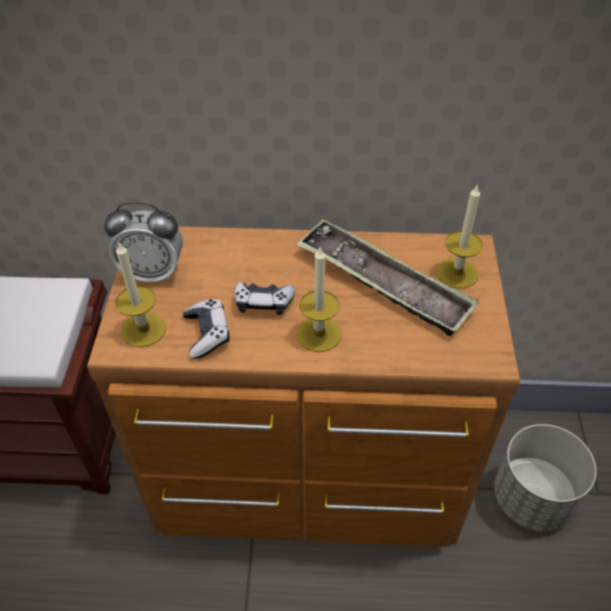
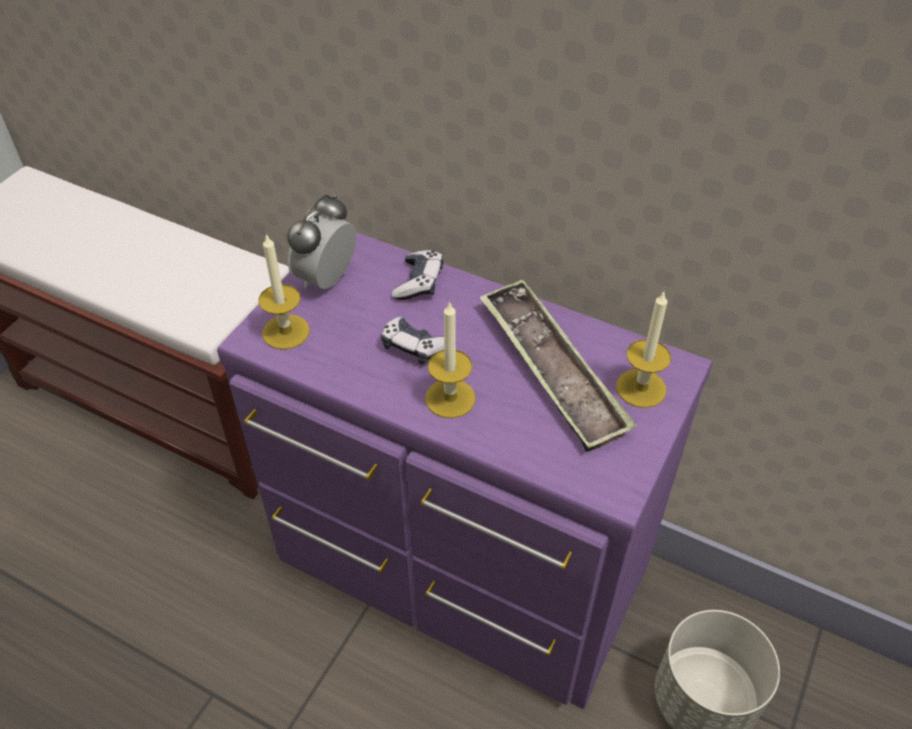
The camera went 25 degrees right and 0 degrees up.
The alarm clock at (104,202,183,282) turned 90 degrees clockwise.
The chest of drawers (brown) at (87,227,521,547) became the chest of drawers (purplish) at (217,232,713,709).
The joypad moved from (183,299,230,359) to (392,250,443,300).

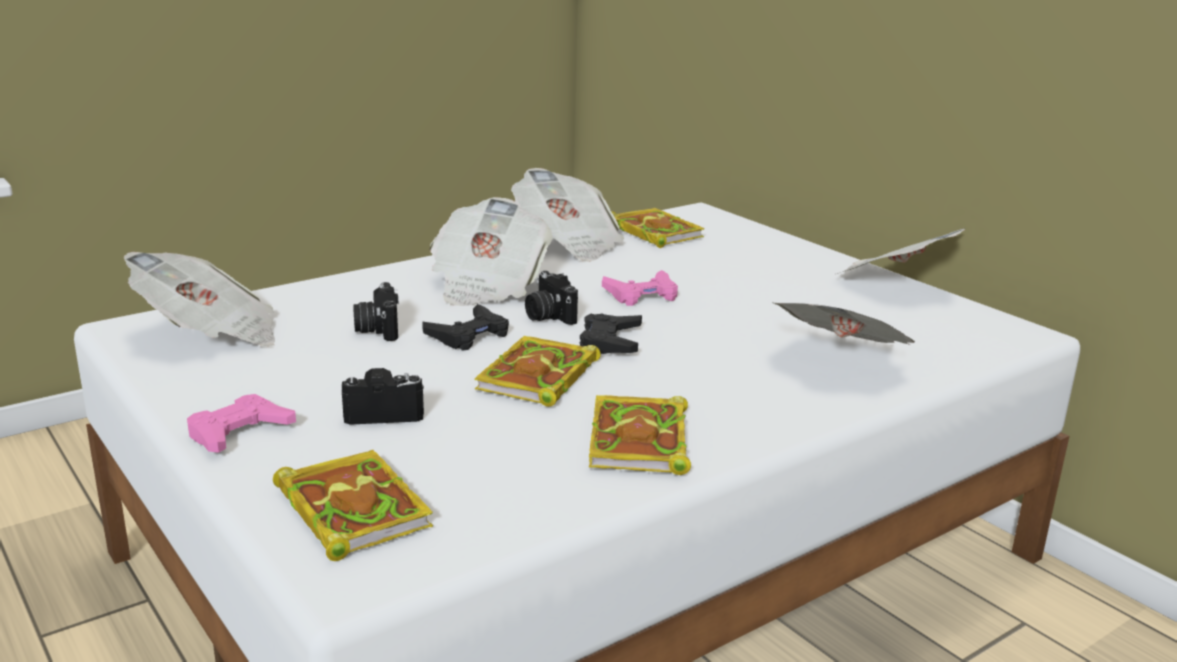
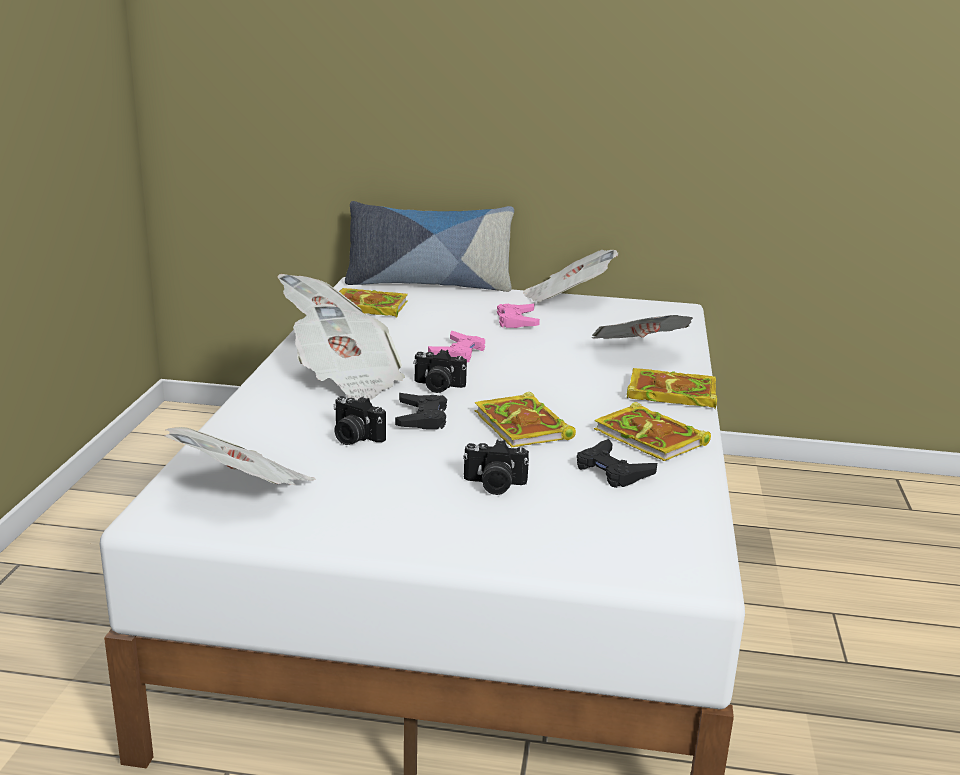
The camera went 45 degrees left and 0 degrees up.
The joypad (black) moved from (580,314,642,354) to (577,439,657,488).
The still camera at (341,368,424,425) turned 120 degrees counterclockwise.
The joypad (pink) moved from (187,394,296,453) to (497,303,540,328).
The bound book moved from (273,450,433,561) to (627,368,717,409).
The pillow at (345,201,514,292) appeared.

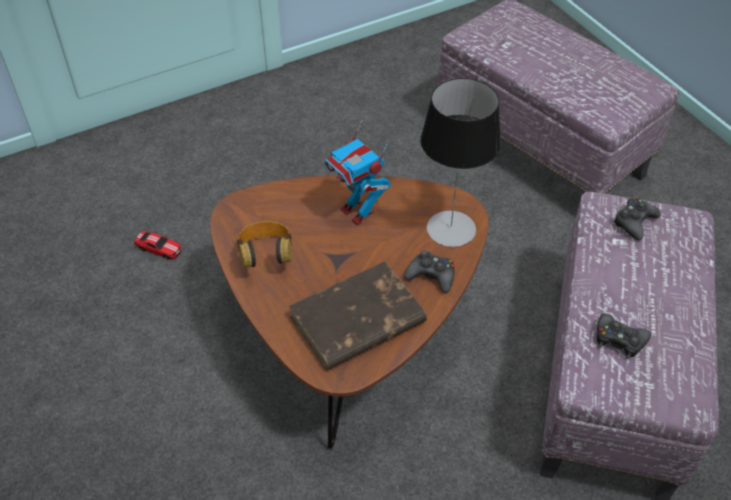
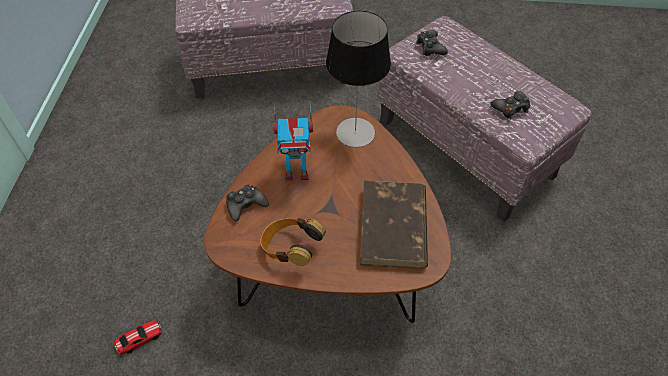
The camera went 55 degrees left and 5 degrees up.
The joypad (black) moved from (404,251,455,293) to (226,184,269,222).

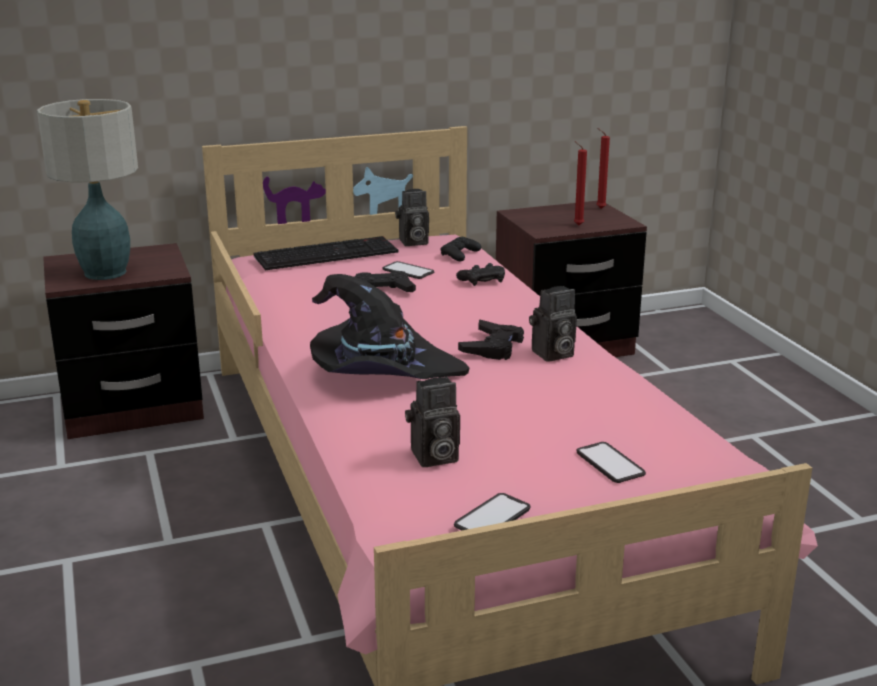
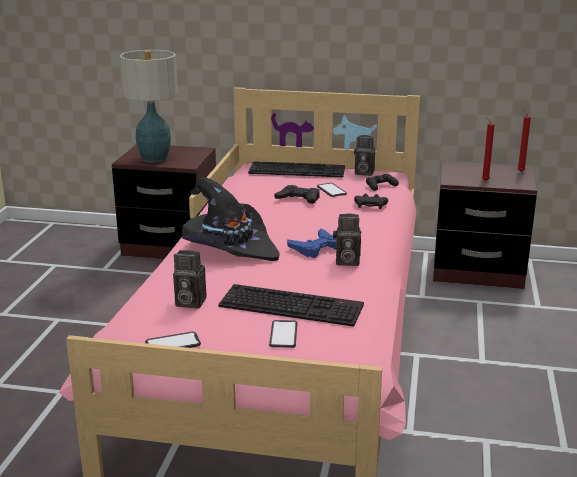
The camera went 30 degrees right and 0 degrees up.
The joypad (black) at (458,319,524,360) became the joypad (bluish) at (287,229,336,258).
The computer keyboard at (218,284,364,327) appeared.

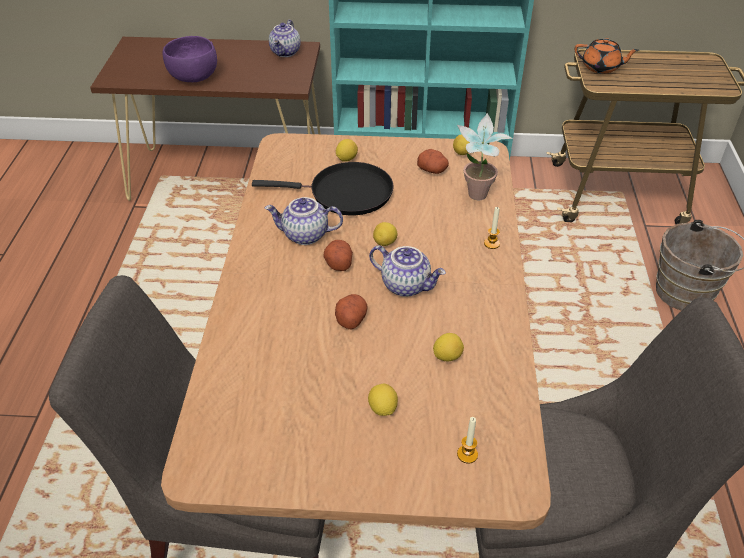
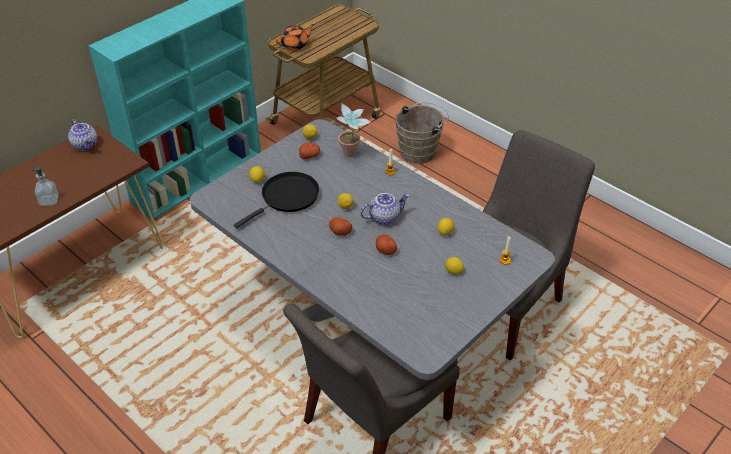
The camera went 50 degrees left and 0 degrees up.
The bowl (purplish) at (163,36,217,82) was replaced by the liquid soap bottle at (31,167,59,206).
The dinner table (brown) at (161,133,551,530) became the dinner table (gray) at (190,119,555,380).
The pot for tea at (265,197,343,245) disappeared.

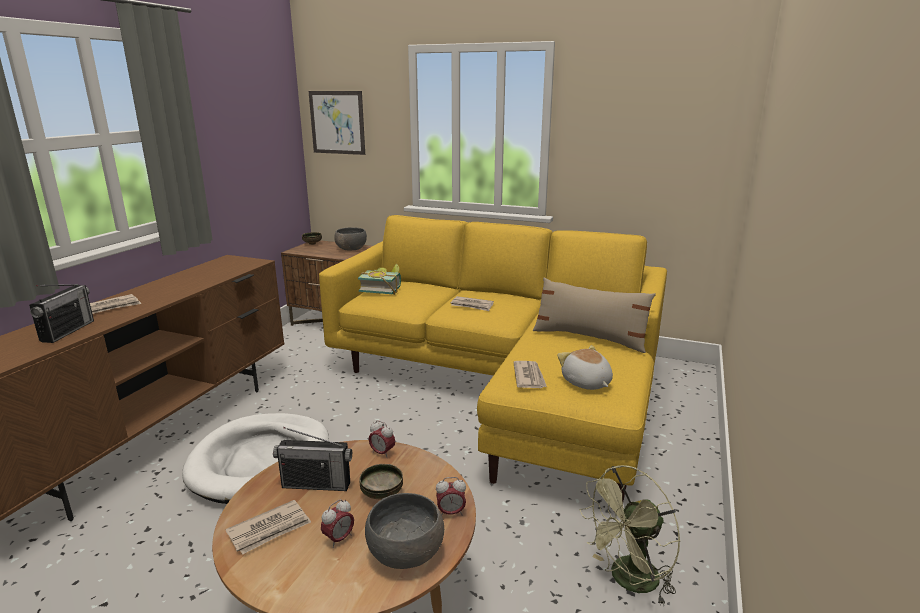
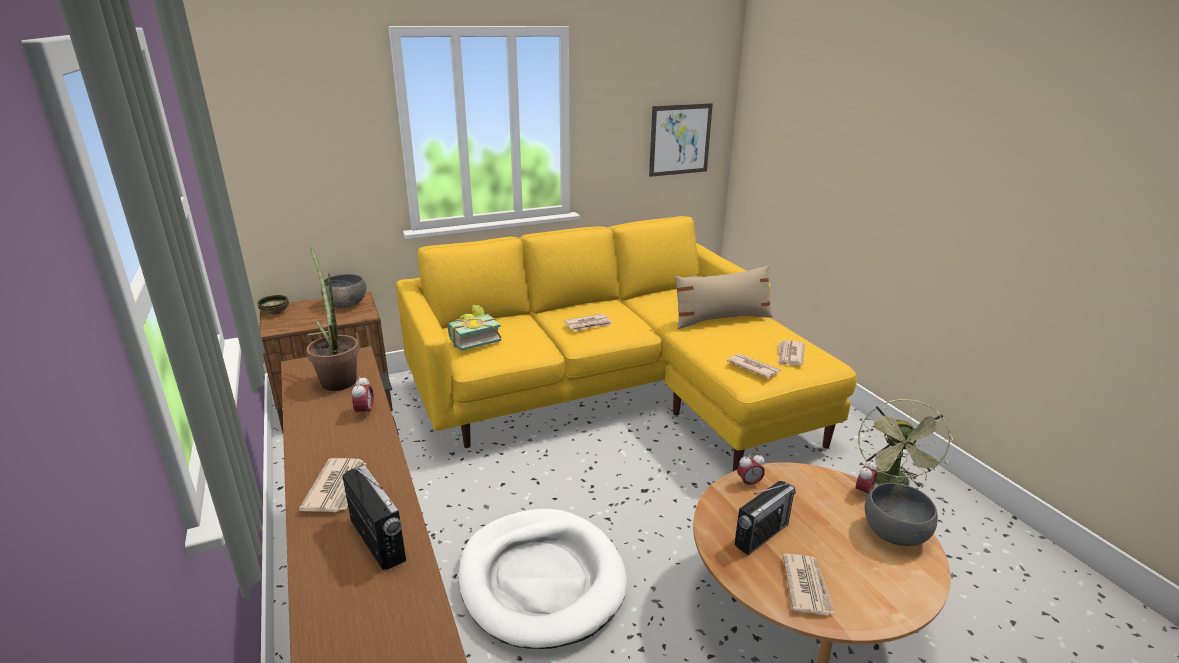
The camera went 45 degrees left and 5 degrees up.
The wall picture moved from (309,91,365,155) to (649,103,713,177).
The soft toy at (557,345,613,390) was replaced by the printed paper at (778,340,805,366).
The bowl at (360,464,403,499) disappeared.
The alarm clock moved from (321,499,354,548) to (352,376,374,418).
The houseplant at (306,248,359,391) appeared.

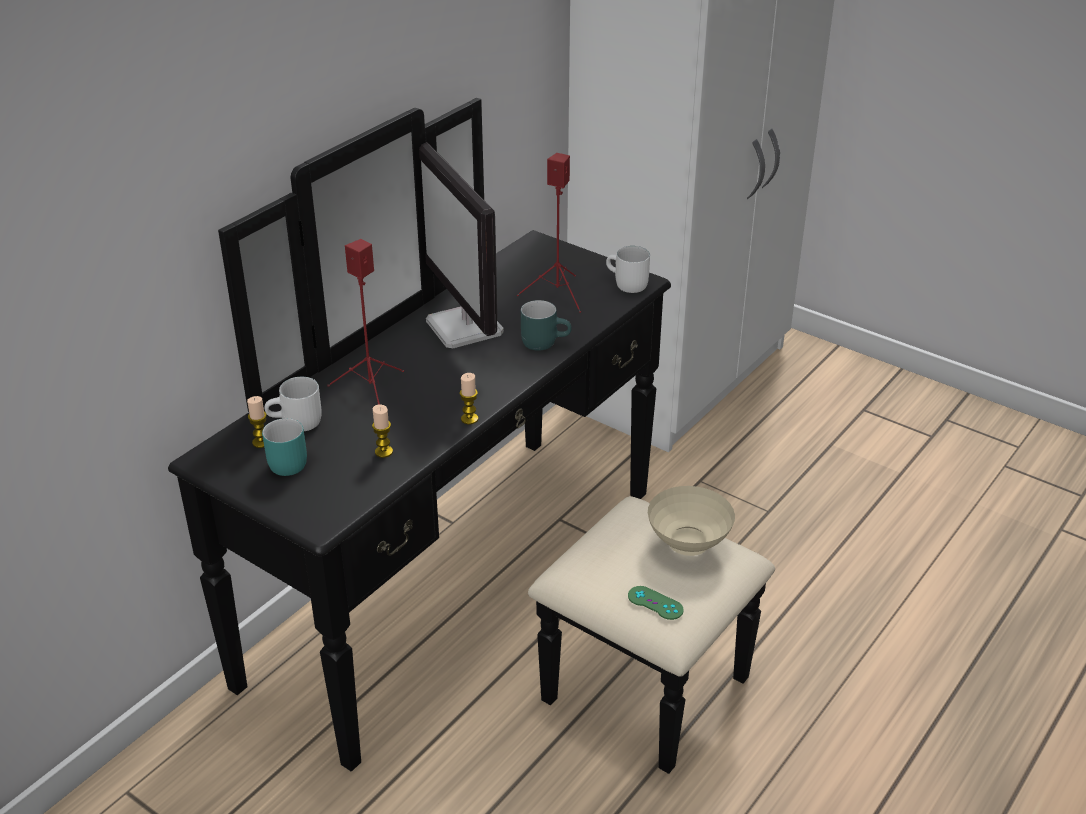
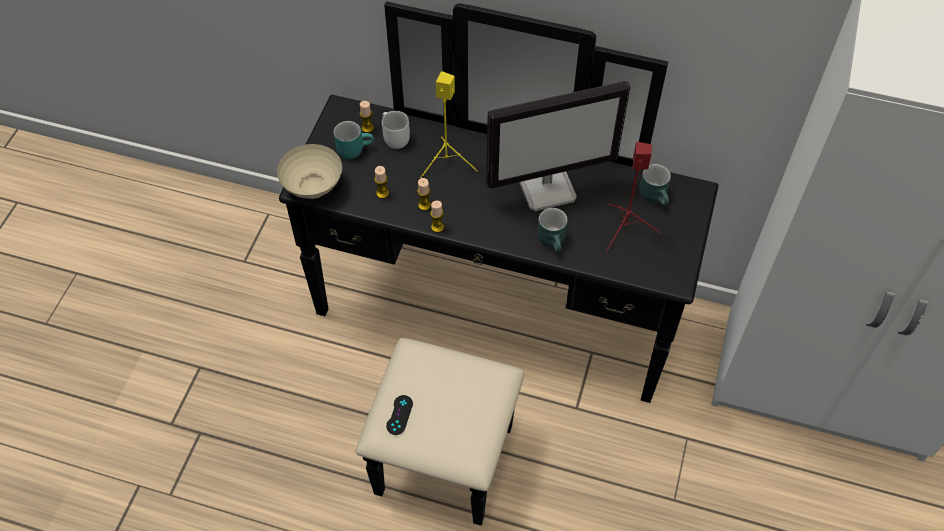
The camera went 70 degrees right and 20 degrees up.
The computer screen at (419,142,504,348) turned 150 degrees counterclockwise.
The speaker (reddish) at (327,239,404,405) became the speaker (yellow) at (420,71,478,178).
The coffee mug (whitish) at (606,246,650,293) disappeared.
The bowl (sand-coloured) moved from (648,486,735,556) to (277,144,342,199).
The joypad (greenish) at (628,586,684,620) became the joypad (black) at (386,395,413,435).
The coffee mug (blue-green) at (640,164,671,206) appeared.
The wax light at (417,178,431,211) appeared.

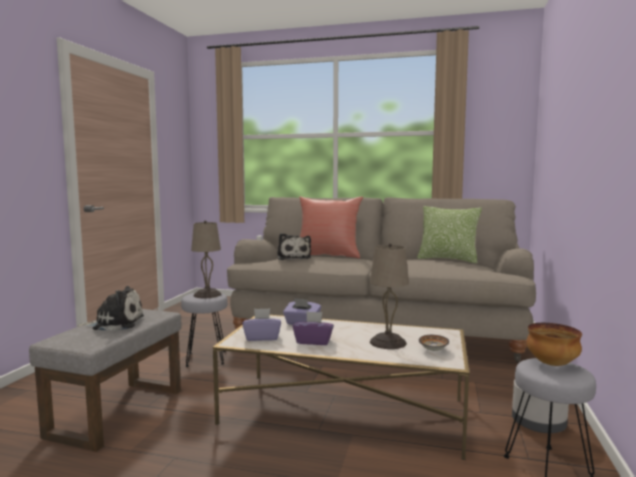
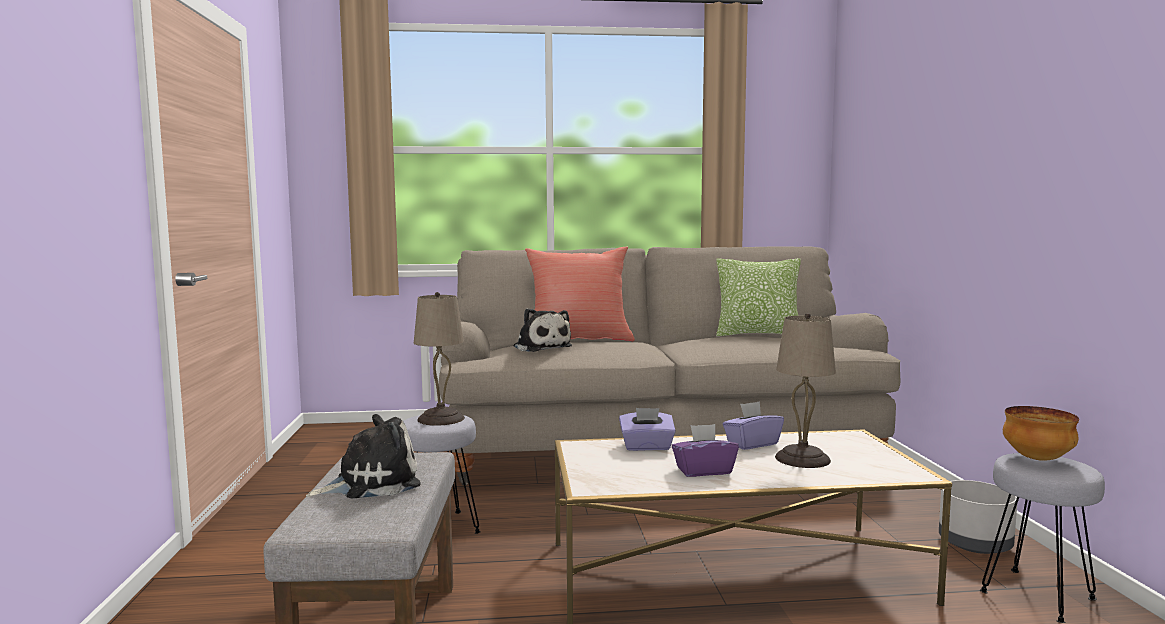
The camera went 20 degrees left and 0 degrees up.
The tissue holder (purplish) moved from (242,308,281,341) to (723,401,784,450).
The bowl at (419,335,449,351) disappeared.

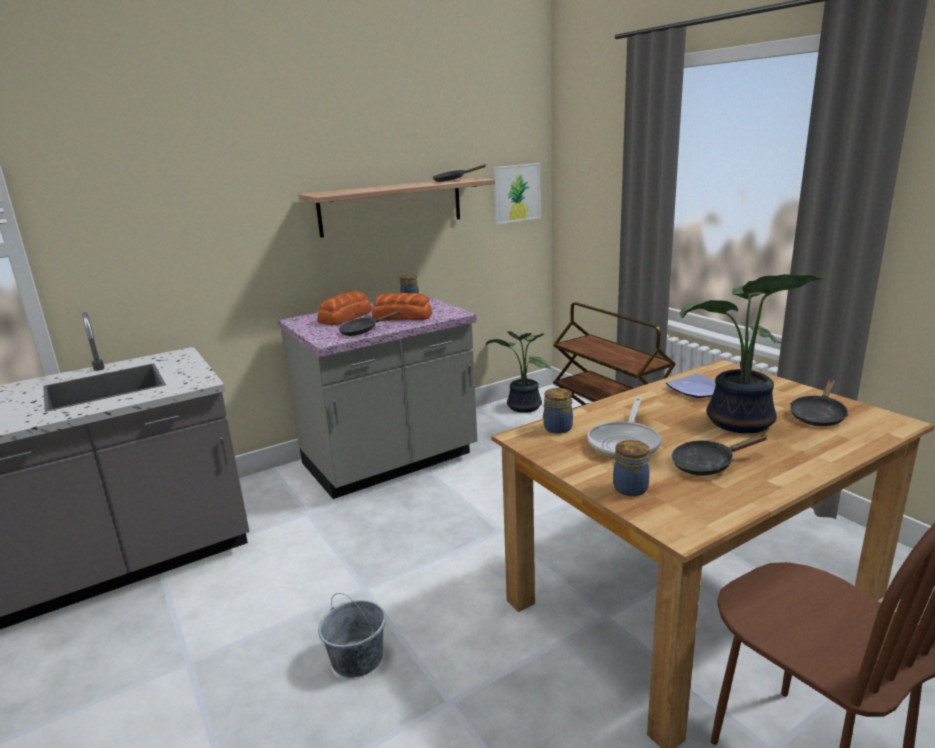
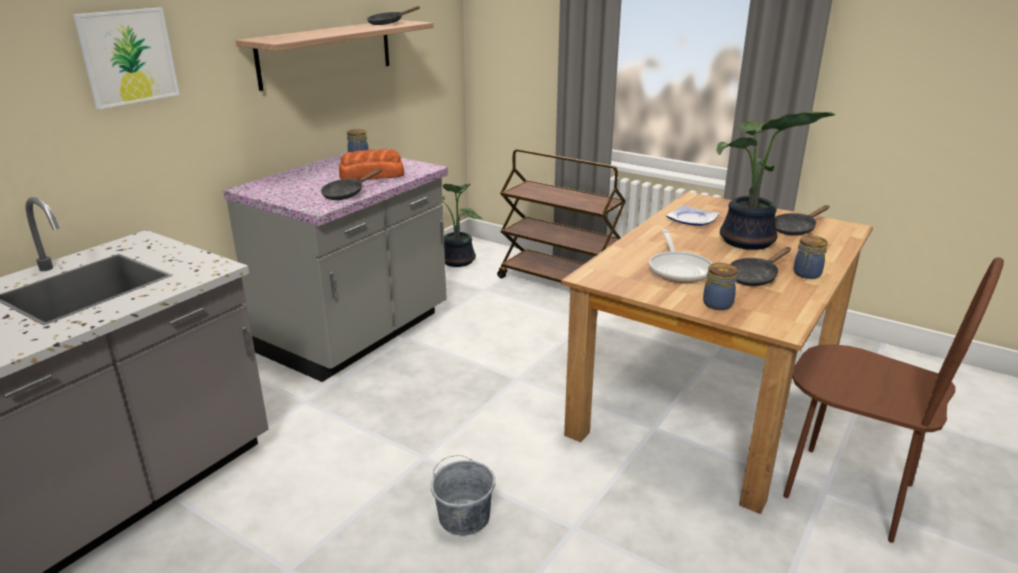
The camera went 25 degrees left and 5 degrees up.
The wall picture moved from (493,163,541,224) to (73,8,180,109).
The bakery bread at (317,291,372,325) disappeared.
The frying pan (black) at (790,379,849,426) turned 45 degrees clockwise.
The jar moved from (543,388,573,434) to (793,236,828,279).

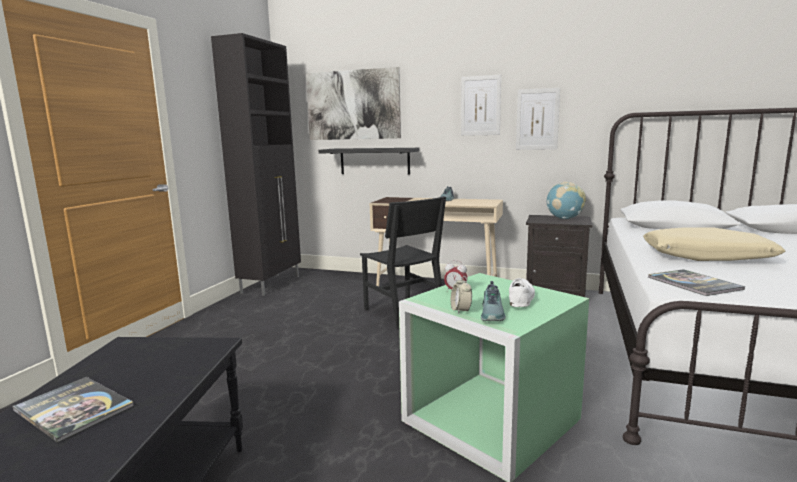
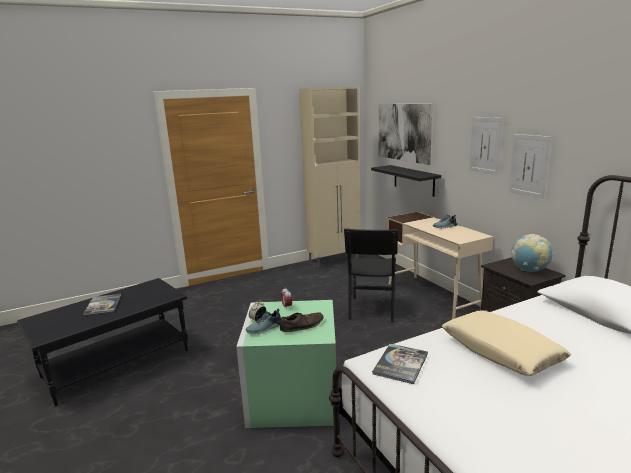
The camera went 45 degrees right and 5 degrees up.
The cupboard (black) at (211,33,301,296) became the cupboard (sand-coloured) at (299,86,360,267).
The item of footwear (whitish) at (509,278,535,307) became the item of footwear (brown) at (280,312,324,332).

